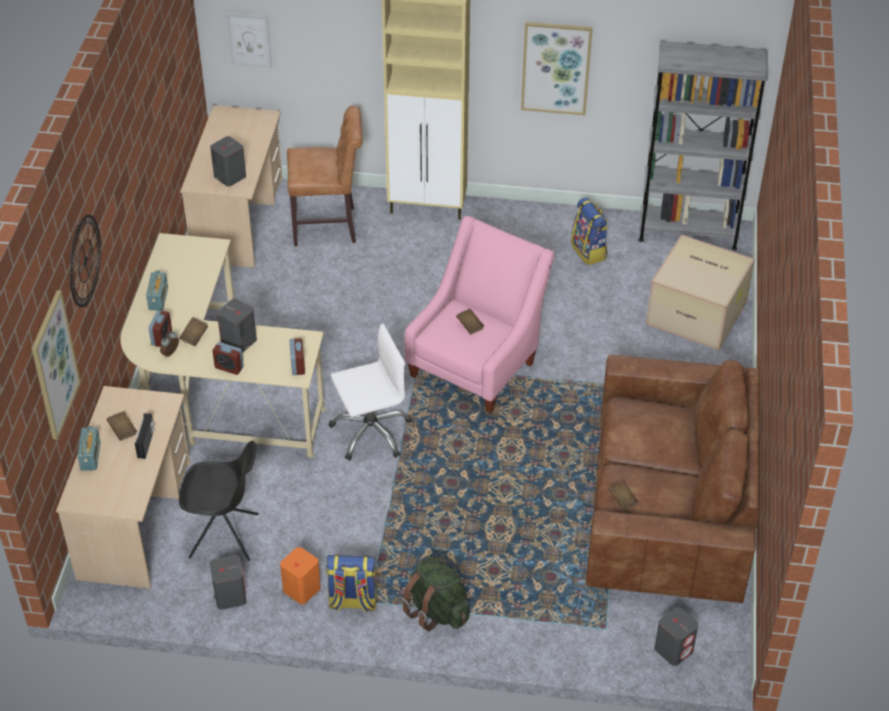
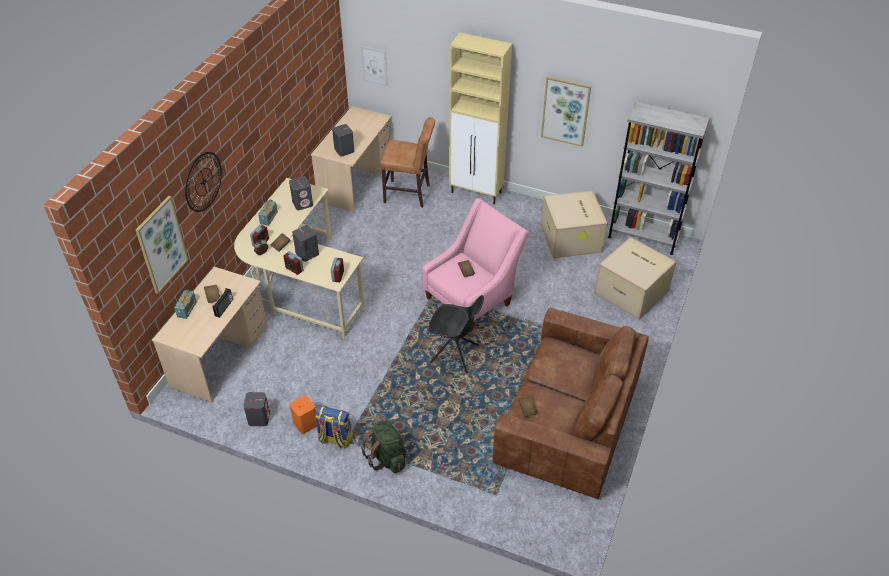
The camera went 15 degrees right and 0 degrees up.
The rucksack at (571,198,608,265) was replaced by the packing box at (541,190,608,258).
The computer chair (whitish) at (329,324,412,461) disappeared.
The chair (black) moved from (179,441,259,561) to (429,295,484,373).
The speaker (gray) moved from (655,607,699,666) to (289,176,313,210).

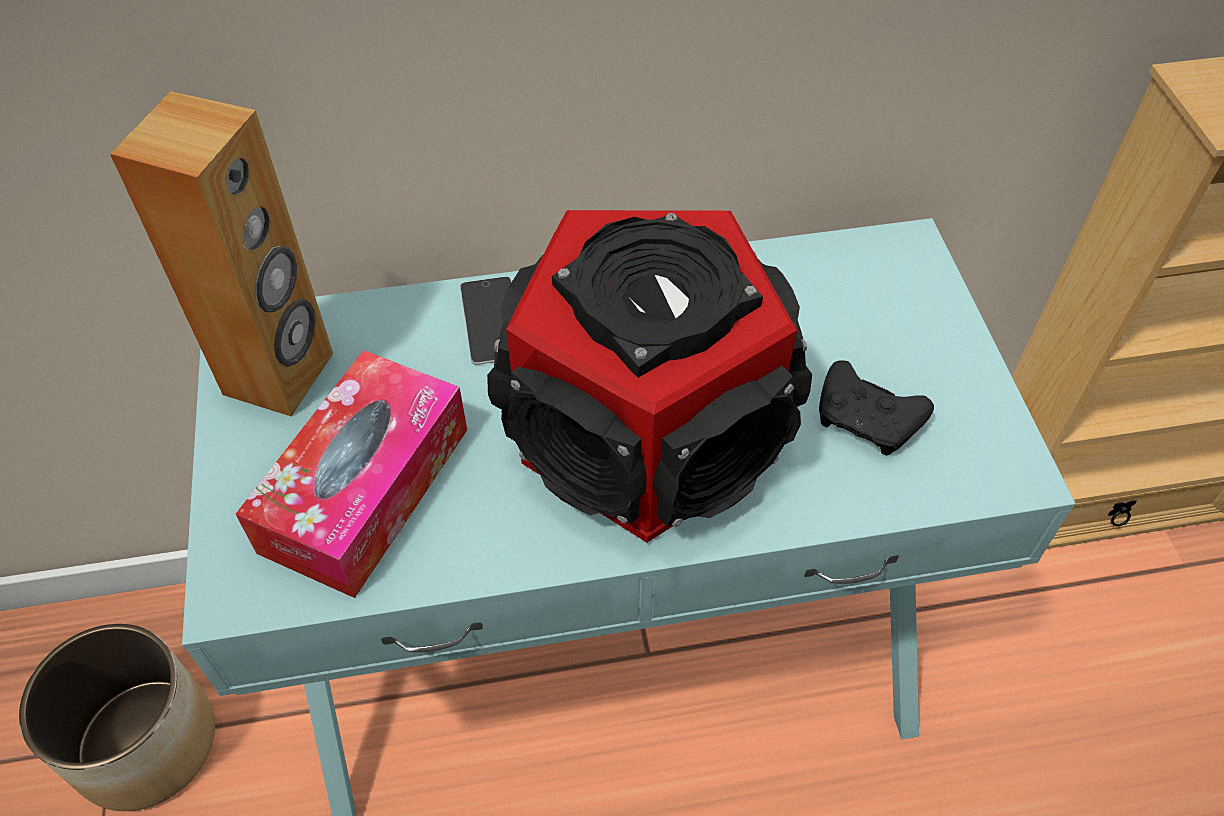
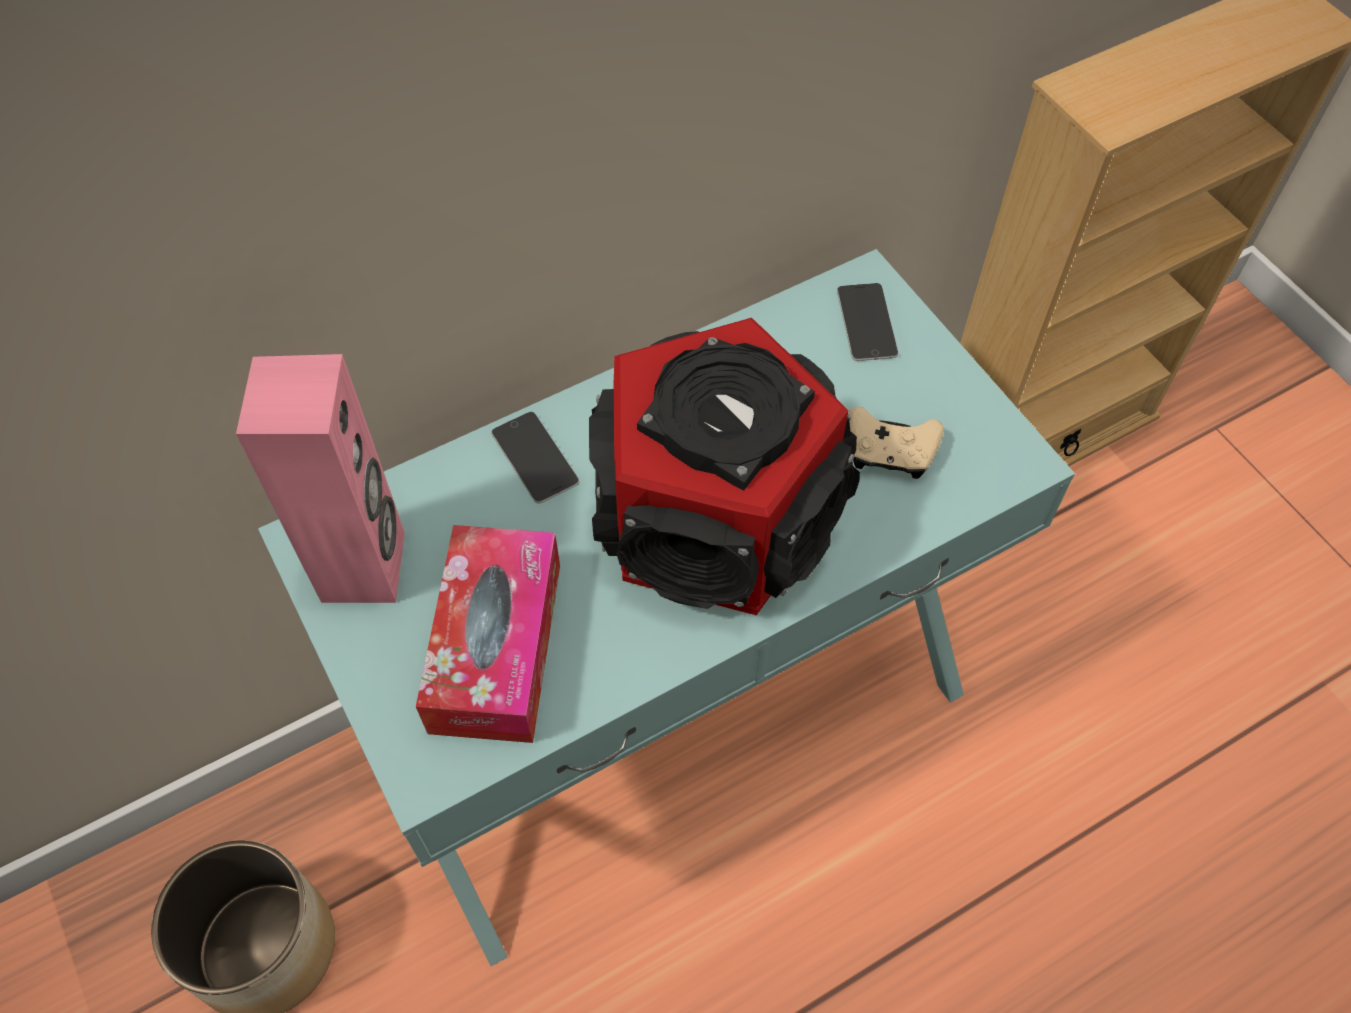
The camera went 20 degrees left and 5 degrees up.
The speaker (brown) at (110,91,333,416) became the speaker (pink) at (236,354,405,603).
The joypad (black) at (819,360,934,456) became the joypad (sand-coloured) at (849,407,944,479).
The phone at (837,283,899,361) appeared.

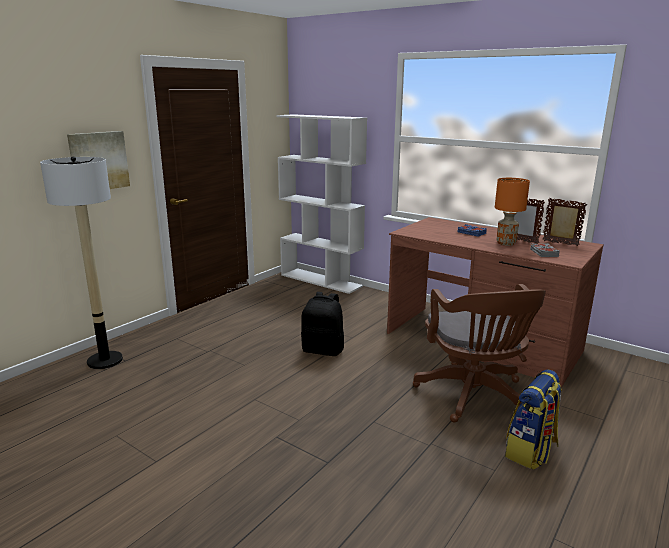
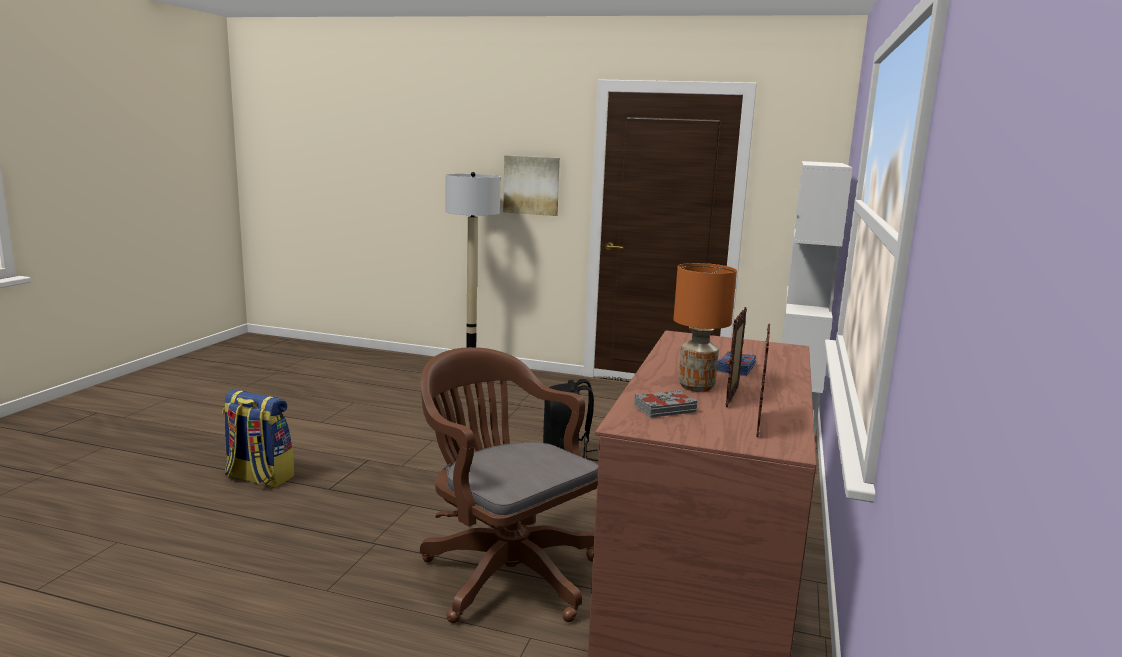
The camera went 70 degrees right and 5 degrees down.
The computer chair (brown) at (412,284,546,423) turned 75 degrees clockwise.
The rucksack moved from (505,369,562,470) to (222,390,294,488).

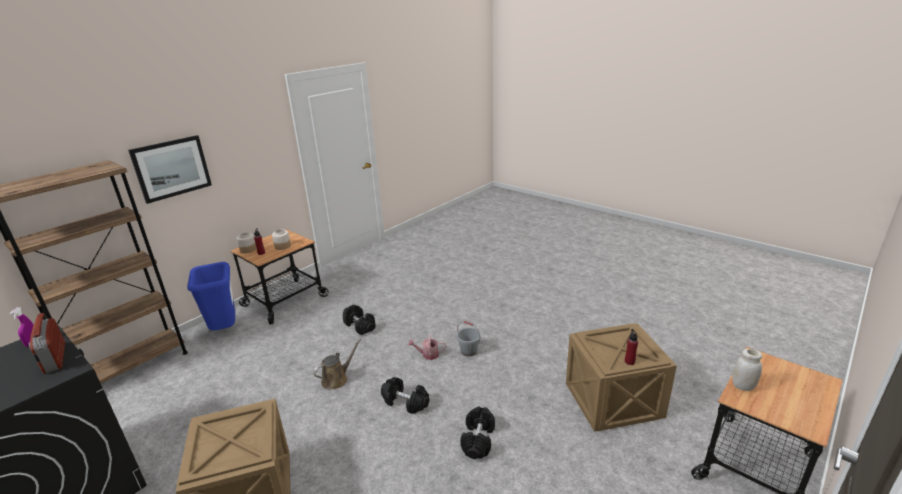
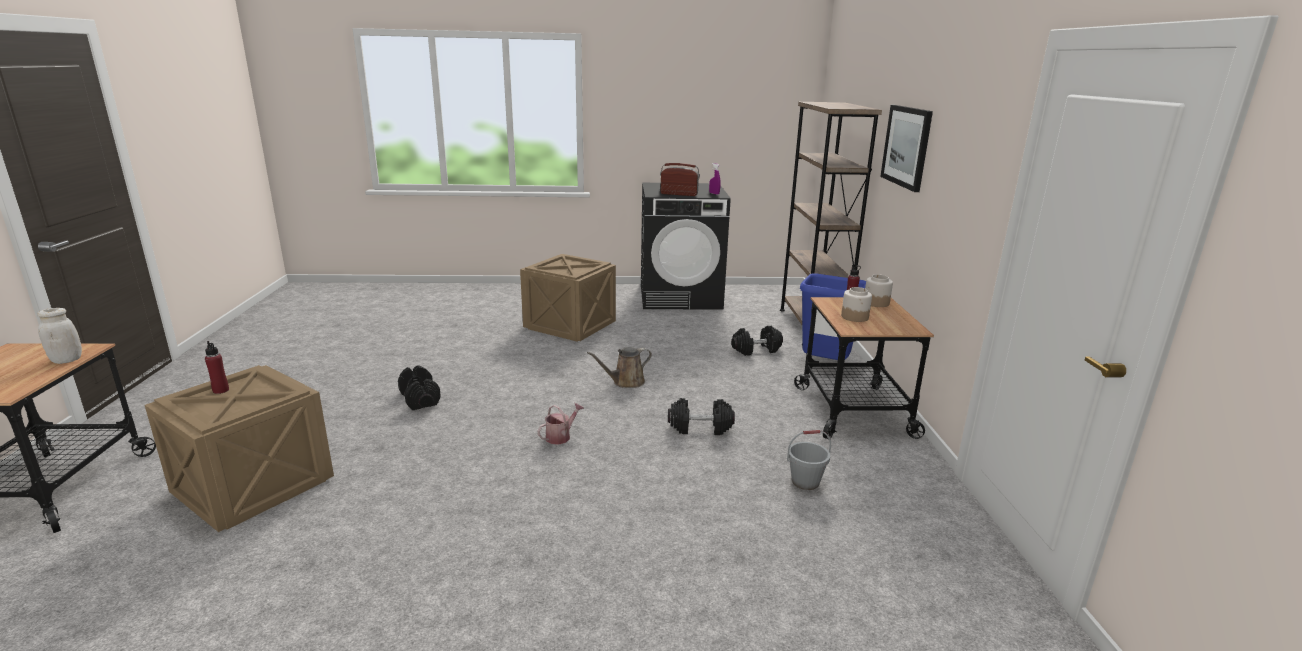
The camera went 135 degrees right and 5 degrees down.
The water bucket (gray) moved from (456,321,481,356) to (787,430,831,490).
The sprinkling can (brown) at (313,338,362,390) turned 60 degrees clockwise.
The hand weight (black) moved from (381,377,429,414) to (731,326,783,356).

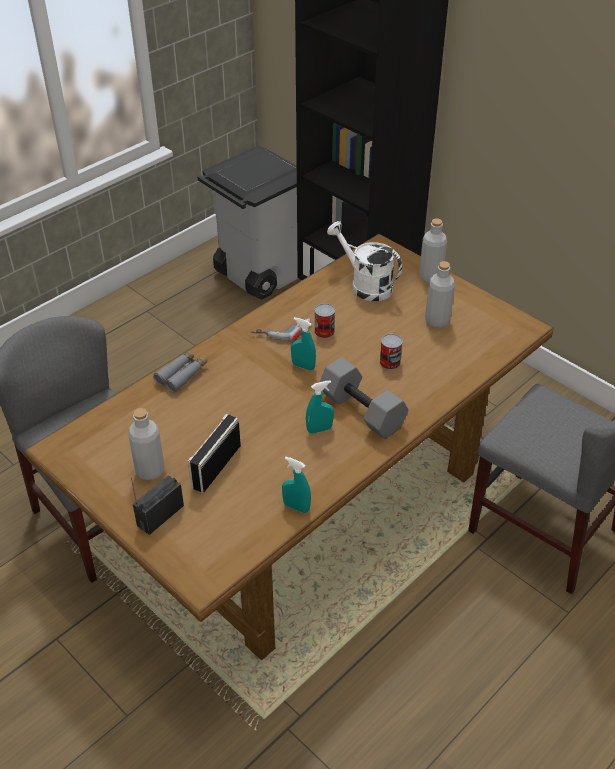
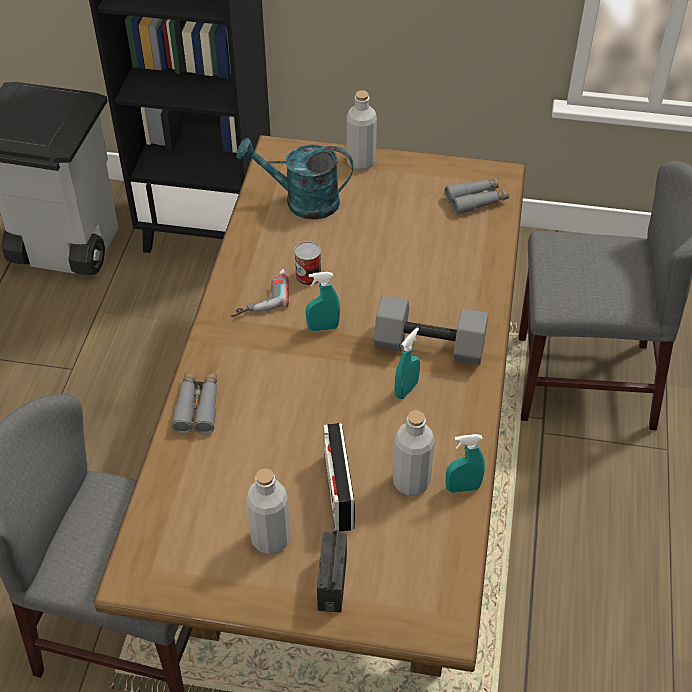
The camera went 35 degrees left and 5 degrees up.
The sprinkling can (whitish) at (327,221,402,301) became the sprinkling can (blue-green) at (236,138,353,220).
The bottle (gray) moved from (425,261,455,328) to (393,410,435,496).
The sealed can at (380,334,403,370) disappeared.
The field glasses (gray) at (444,178,509,215) appeared.

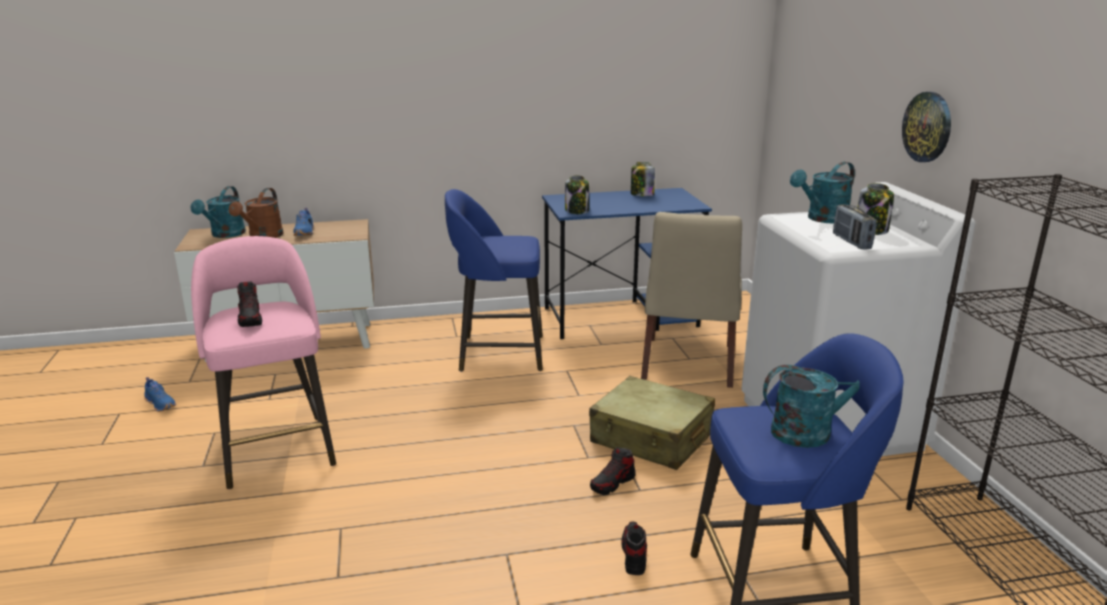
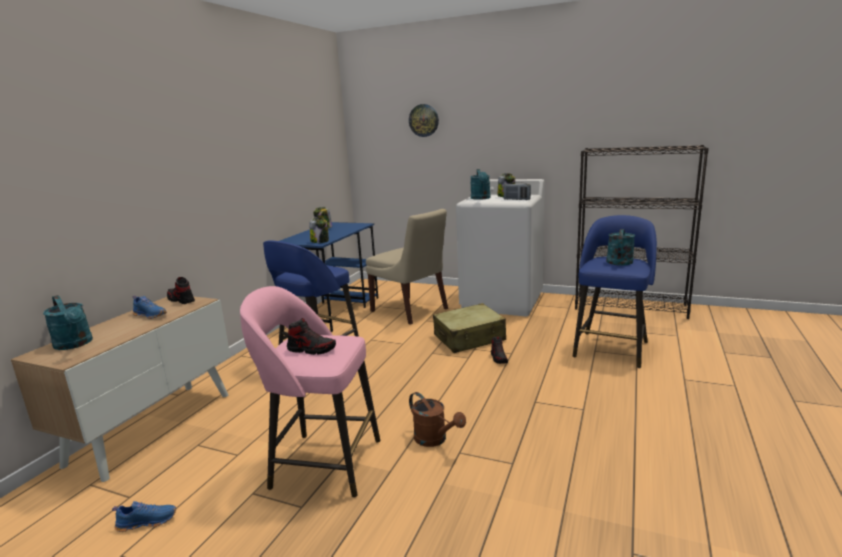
The camera went 55 degrees left and 5 degrees down.
The hanging clock moved from (902,92,951,162) to (409,104,439,137).
The sprinkling can (brown) moved from (229,188,284,238) to (409,392,466,447).
The item of footwear moved from (621,522,647,575) to (167,277,195,304).

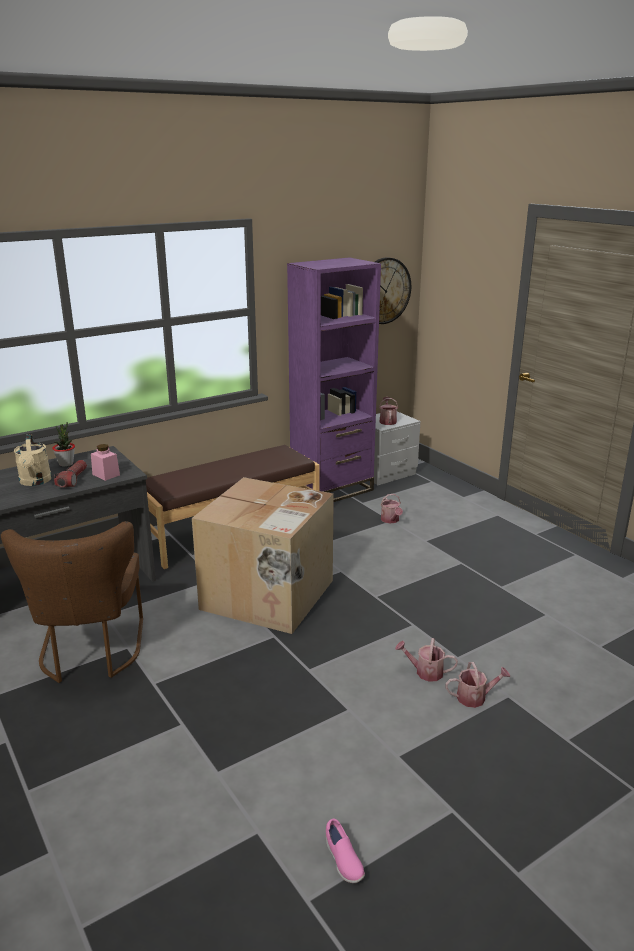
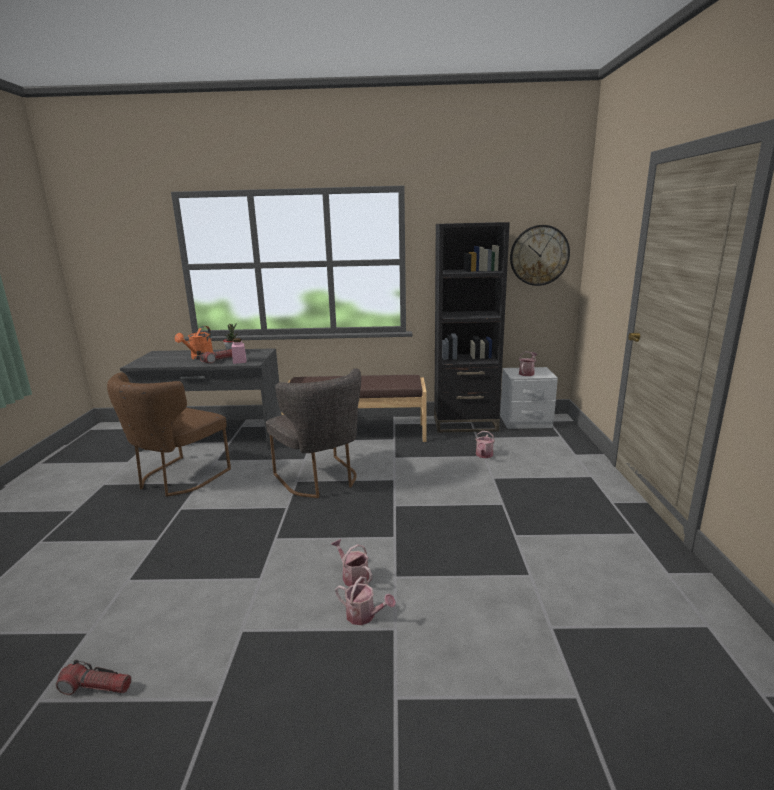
The camera went 35 degrees right and 5 degrees down.
The bookcase (purplish) at (287,257,381,502) became the bookcase (black) at (434,222,510,432).
The sprinkling can (sand-coloured) at (14,434,52,486) became the sprinkling can (orange-coloured) at (175,326,213,360).
The packing box at (192,477,334,634) was replaced by the chair (gray) at (266,368,361,498).
The item of footwear (pink) at (326,819,365,883) was replaced by the hand torch at (56,660,131,695).

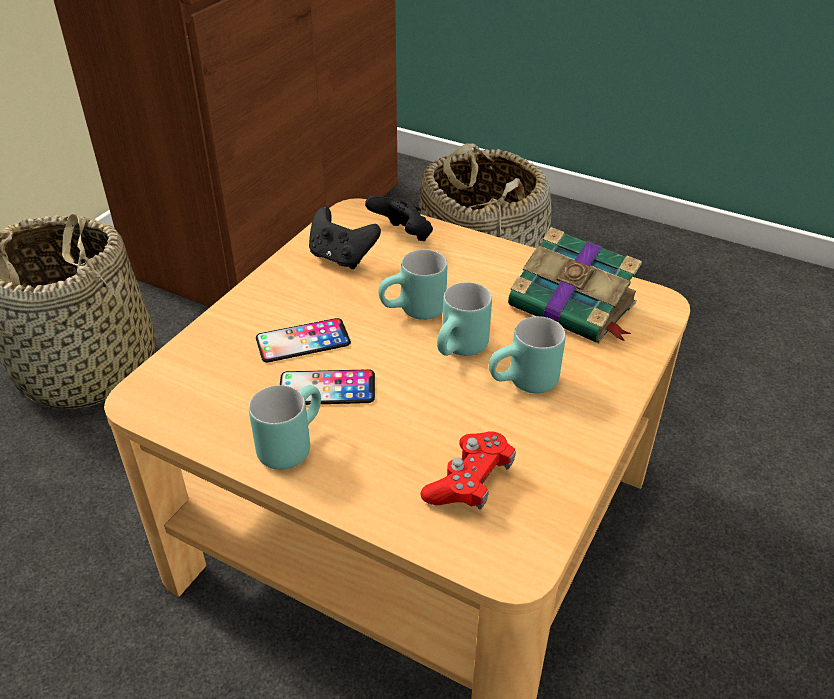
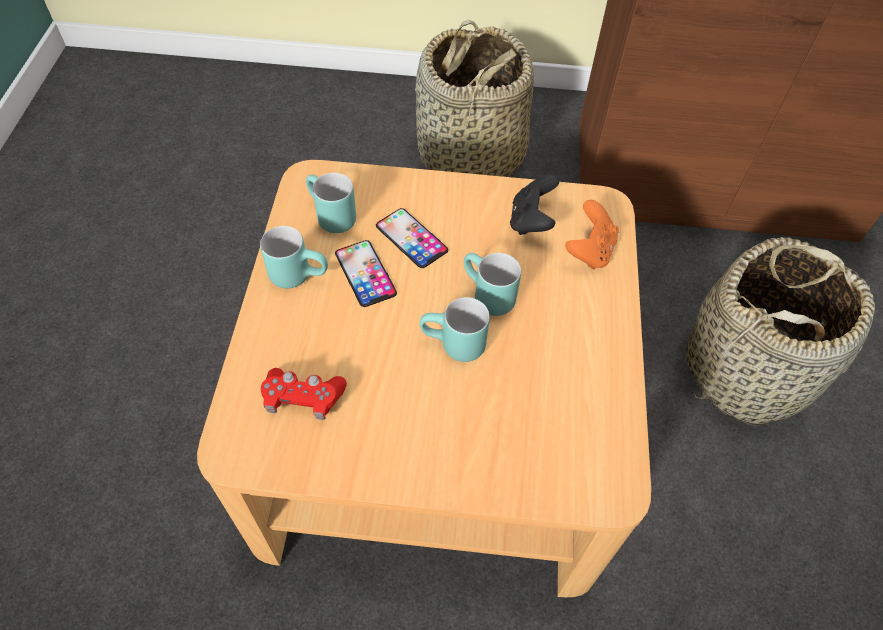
The camera went 65 degrees right and 15 degrees up.
The joypad (black) at (365,195,433,241) became the joypad (orange-coloured) at (565,200,619,269).
The bound book at (508,227,642,344) disappeared.
The coffee mug (blue-green) moved from (489,316,566,393) to (306,173,356,233).

